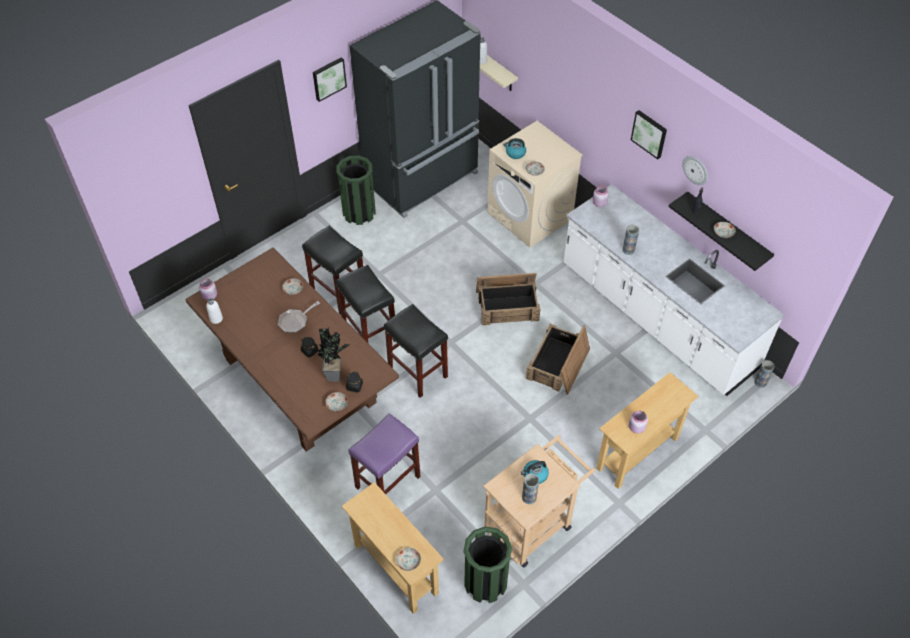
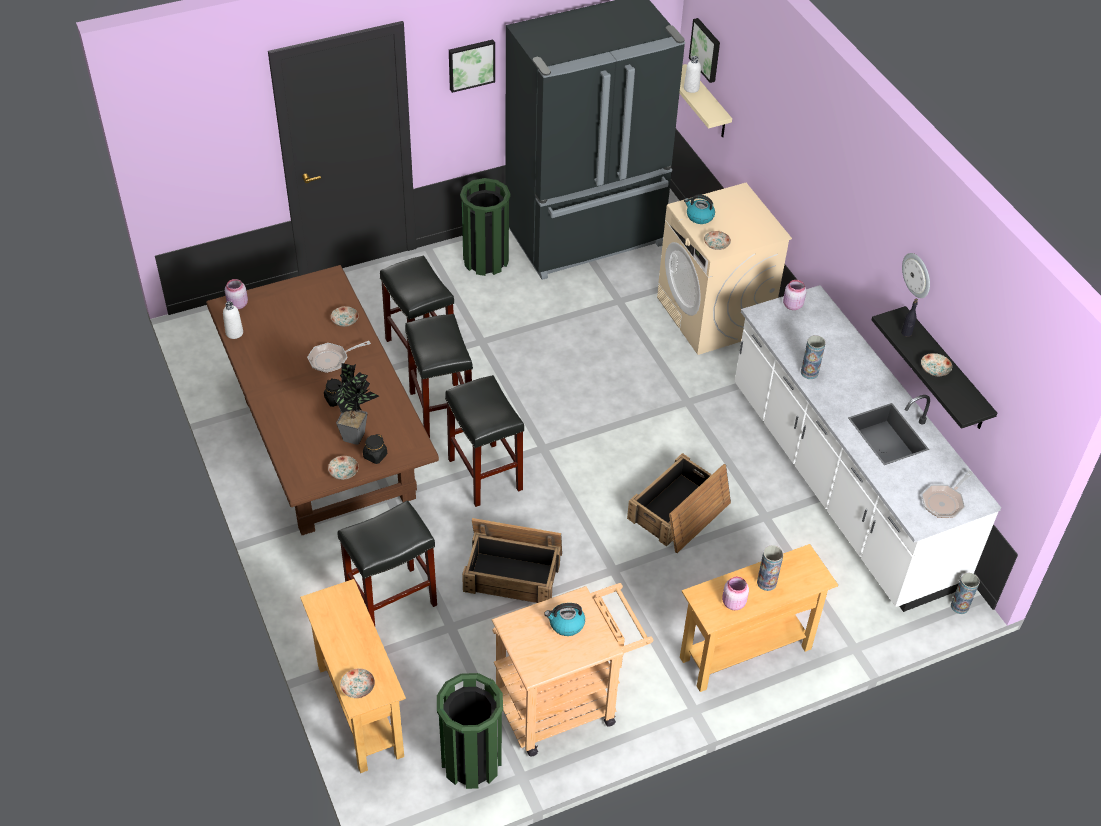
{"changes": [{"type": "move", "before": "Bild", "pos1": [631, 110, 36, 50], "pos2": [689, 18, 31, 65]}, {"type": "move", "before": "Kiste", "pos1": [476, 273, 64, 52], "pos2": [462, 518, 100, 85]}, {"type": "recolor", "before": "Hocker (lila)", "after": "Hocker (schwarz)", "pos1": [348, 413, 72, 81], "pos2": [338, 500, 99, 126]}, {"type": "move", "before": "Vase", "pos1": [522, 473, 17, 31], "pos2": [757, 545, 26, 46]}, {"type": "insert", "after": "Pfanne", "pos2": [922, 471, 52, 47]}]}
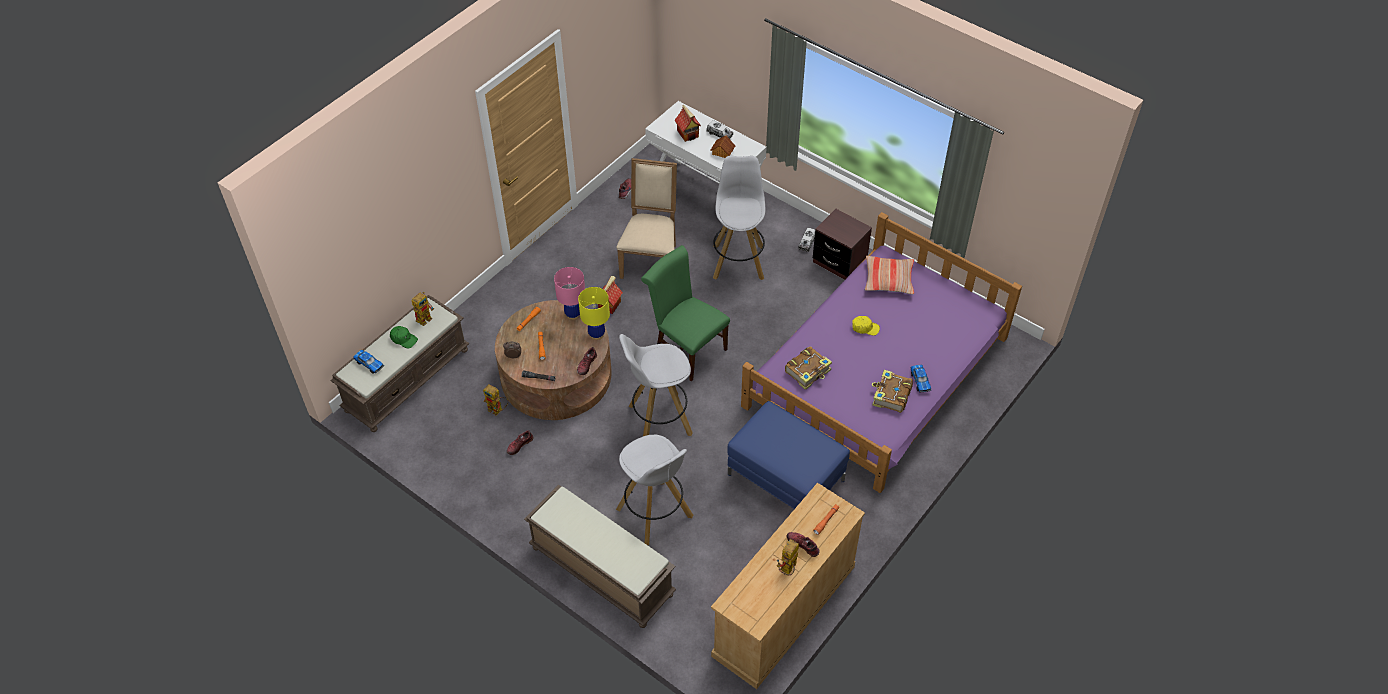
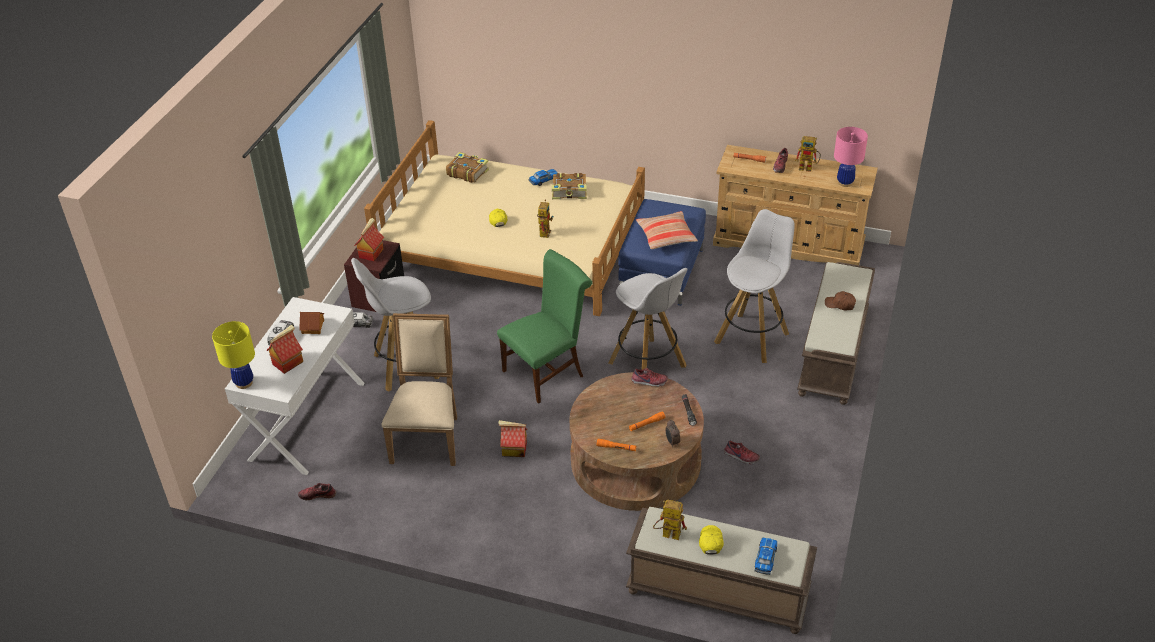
{"changes": [{"type": "rotate", "before": "Stuhl (beige)", "pos1": [616, 158, 61, 121], "pos2": [381, 313, 76, 153], "turn": 105}, {"type": "recolor", "before": "Bett (lila)", "after": "Bett (beige)", "pos1": [741, 212, 281, 281], "pos2": [364, 120, 281, 196]}, {"type": "rotate", "before": "Stuhl (grün)", "pos1": [641, 245, 89, 137], "pos2": [497, 249, 95, 155], "turn": -150}, {"type": "move", "before": "Kissen", "pos1": [865, 256, 49, 39], "pos2": [636, 211, 62, 38]}, {"type": "move", "before": "Tischlampe (rosa)", "pos1": [554, 267, 31, 53], "pos2": [834, 127, 34, 60]}, {"type": "move", "before": "Tischlampe (gelb)", "pos1": [578, 287, 32, 53], "pos2": [212, 321, 43, 68]}, {"type": "recolor", "before": "Kappe (grün)", "after": "Kappe (gelb)", "pos1": [390, 326, 28, 23], "pos2": [699, 525, 25, 30]}, {"type": "move", "before": "Buch", "pos1": [785, 346, 47, 44], "pos2": [446, 152, 43, 31]}, {"type": "move", "before": "Spielzeugroboter", "pos1": [483, 384, 25, 32], "pos2": [537, 199, 17, 39]}, {"type": "insert", "after": "Spielzeughaus", "pos2": [354, 218, 30, 43]}, {"type": "insert", "after": "Kappe (braun)", "pos2": [825, 291, 31, 20]}]}
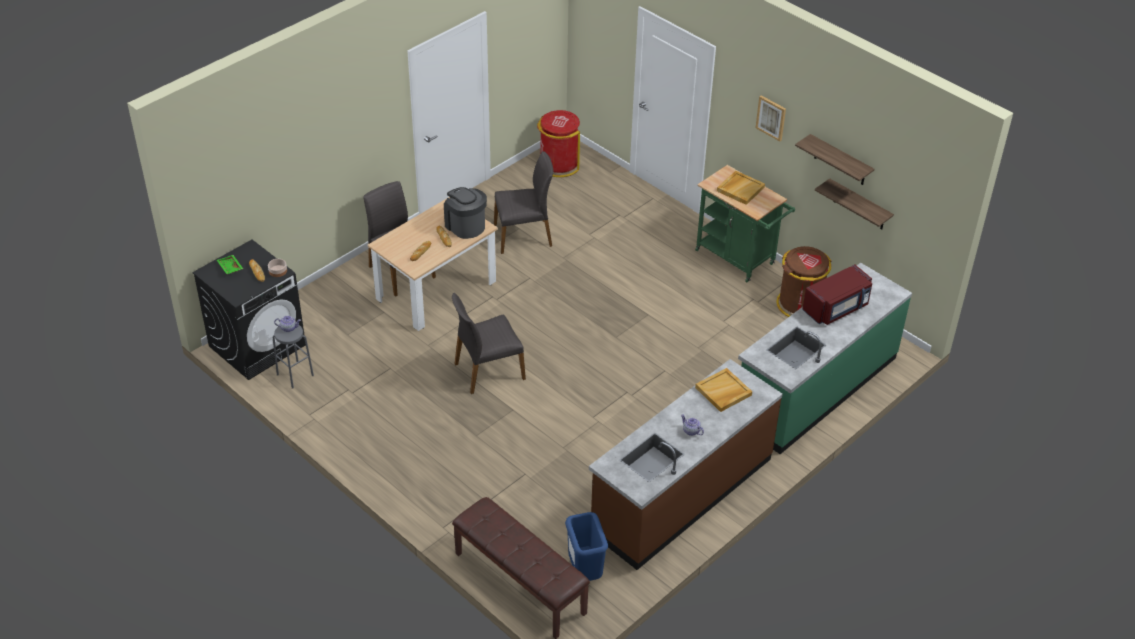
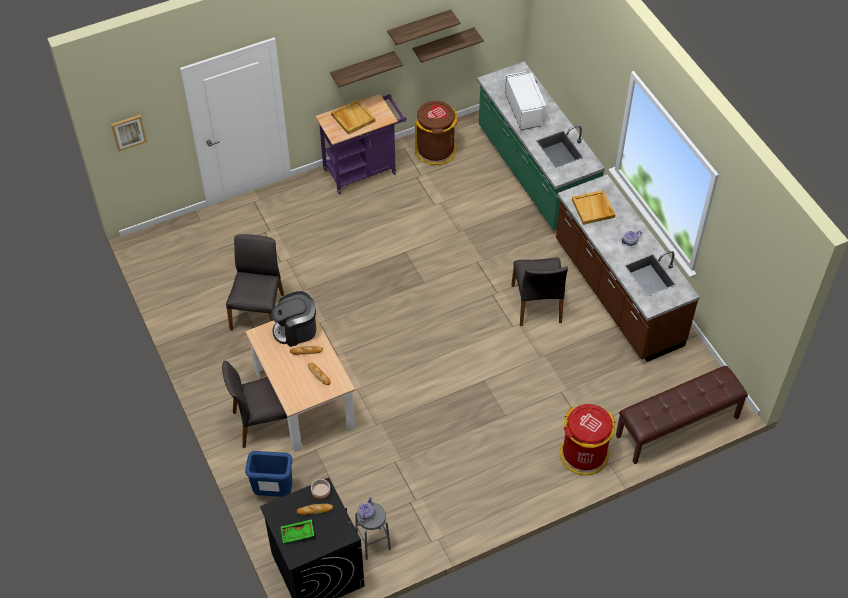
{"changes": [{"type": "move", "before": "Bild", "pos1": [756, 95, 30, 46], "pos2": [111, 115, 36, 37]}, {"type": "move", "before": "Mülleimer (rot)", "pos1": [537, 110, 43, 67], "pos2": [560, 404, 56, 71]}, {"type": "recolor", "before": "Rollwagen (grün)", "after": "Rollwagen (lila)", "pos1": [695, 165, 100, 118], "pos2": [315, 94, 92, 100]}, {"type": "recolor", "before": "Mikrowelle (rot)", "after": "Mikrowelle (weiß)", "pos1": [802, 264, 70, 61], "pos2": [505, 71, 41, 59]}, {"type": "move", "before": "Stuhl (grau)", "pos1": [452, 293, 74, 101], "pos2": [511, 258, 57, 68]}, {"type": "move", "before": "Mülleimer (blau)", "pos1": [565, 512, 43, 69], "pos2": [245, 451, 47, 46]}, {"type": "insert", "after": "Wandregal", "pos2": [330, 51, 73, 36]}]}
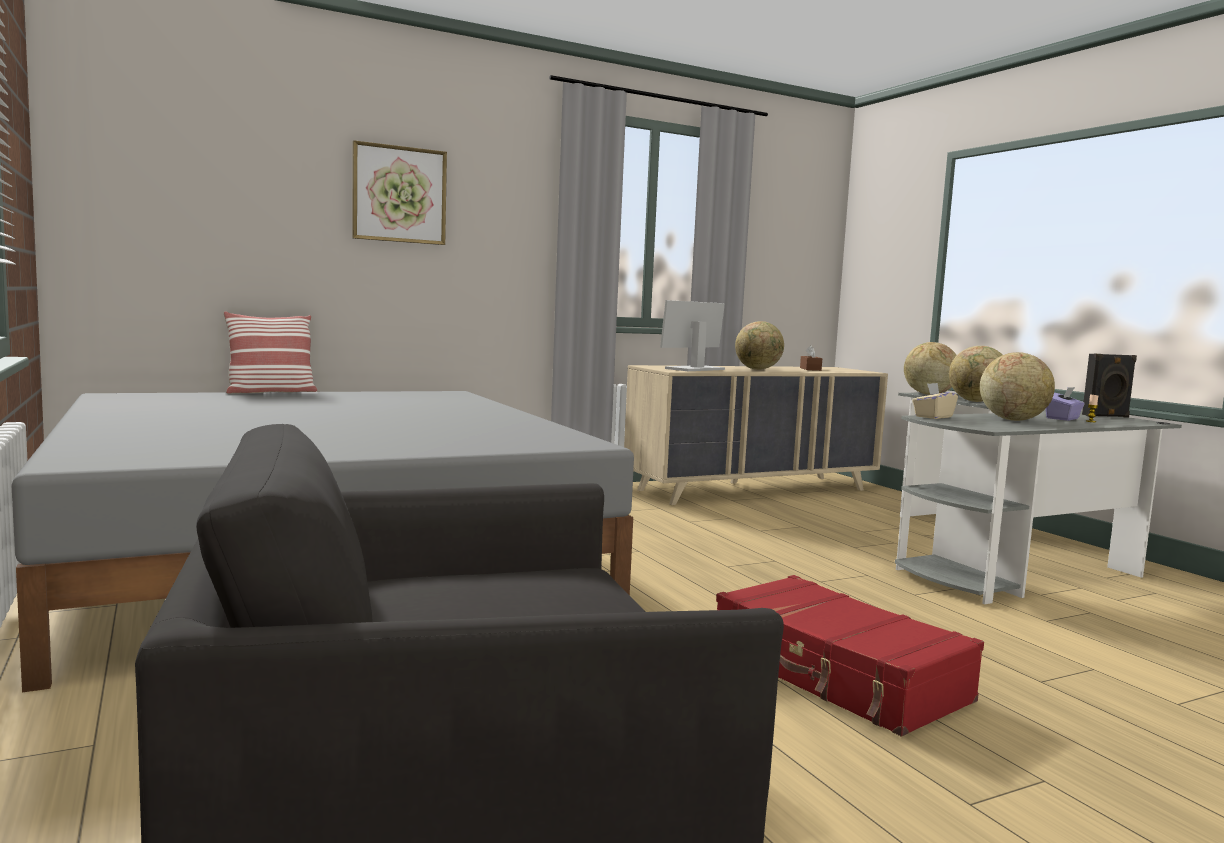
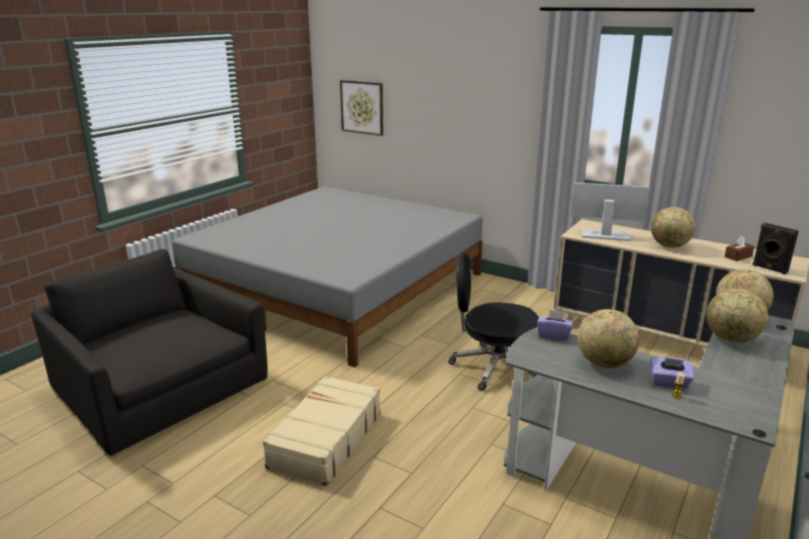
{"changes": [{"type": "move", "before": "Bild", "pos1": [352, 140, 95, 105], "pos2": [340, 80, 43, 56]}, {"type": "delete", "before": "Kissen", "pos1": [224, 311, 93, 83]}, {"type": "move", "before": "Lautsprecher (schwarz)", "pos1": [1082, 353, 55, 65], "pos2": [752, 223, 47, 52]}, {"type": "recolor", "before": "Taschentuchbox (beige)", "after": "Taschentuchbox (lila)", "pos1": [912, 383, 46, 36], "pos2": [537, 309, 36, 32]}, {"type": "recolor", "before": "Koffer (rot)", "after": "Koffer (beige)", "pos1": [716, 575, 268, 162], "pos2": [263, 375, 118, 111]}, {"type": "insert", "after": "Bürostuhl (schwarz)", "pos2": [448, 253, 91, 138]}]}
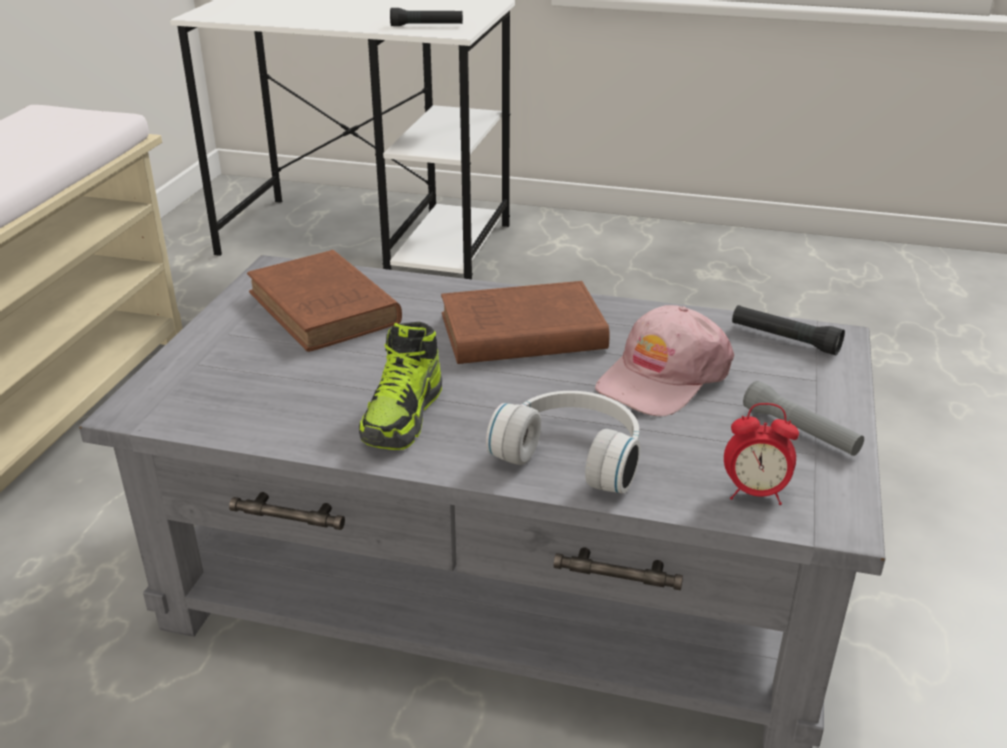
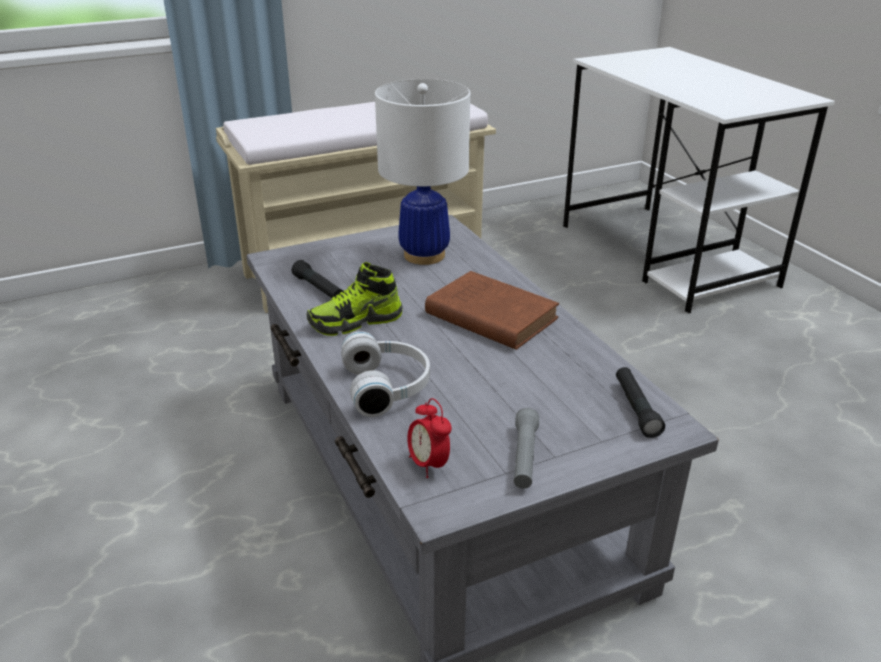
{"changes": [{"type": "move", "before": "Taschenlampe (schwarz)", "pos1": [390, 8, 73, 18], "pos2": [292, 260, 51, 38]}, {"type": "replace", "before": "Buch (braun)", "after": "Tischlampe (weiß)", "pos1": [247, 250, 155, 102], "pos2": [375, 79, 95, 186]}, {"type": "delete", "before": "Kappe (rosa)", "pos1": [595, 305, 139, 112]}]}
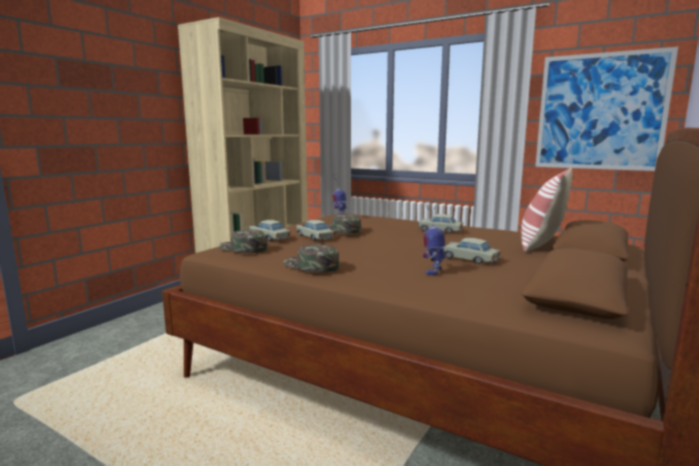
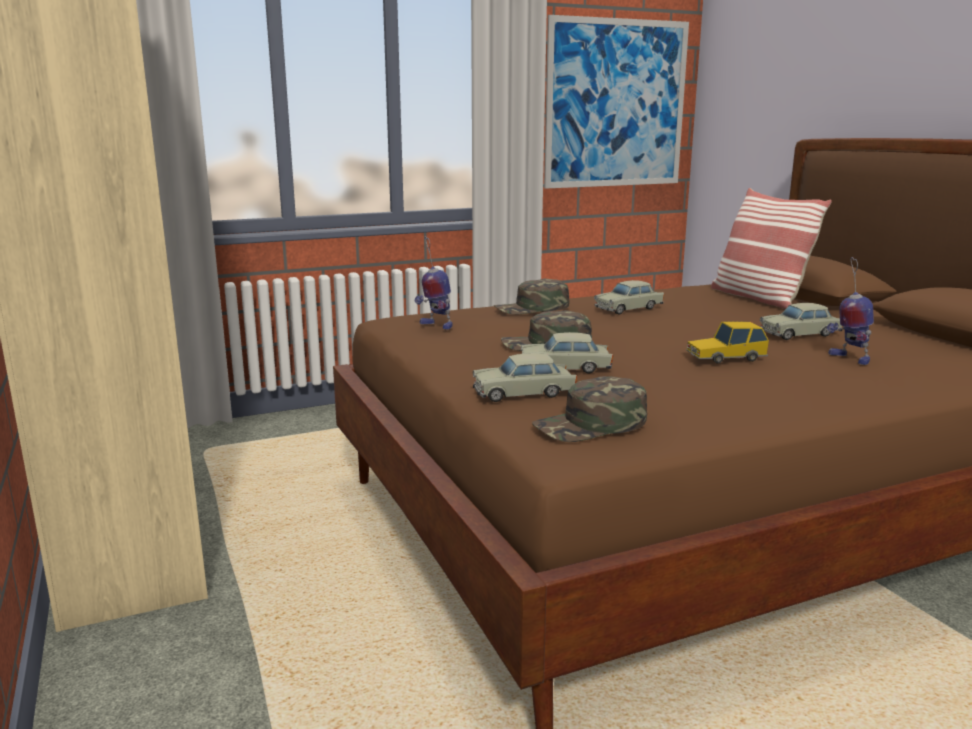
{"changes": [{"type": "move", "before": "Kappe (grün)", "pos1": [283, 244, 56, 29], "pos2": [494, 279, 75, 36]}, {"type": "insert", "after": "Spielzeugauto", "pos2": [686, 322, 83, 41]}]}
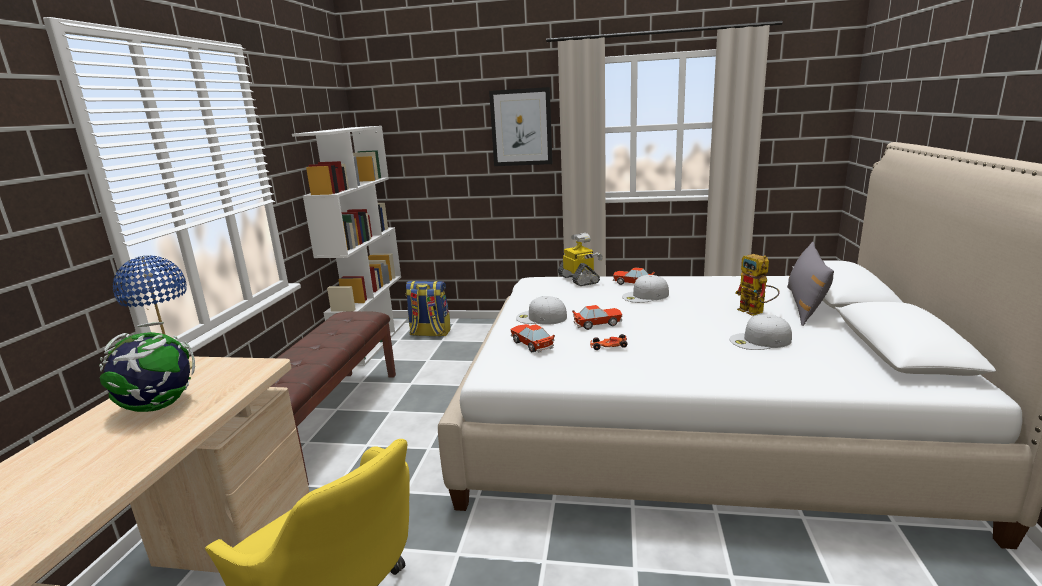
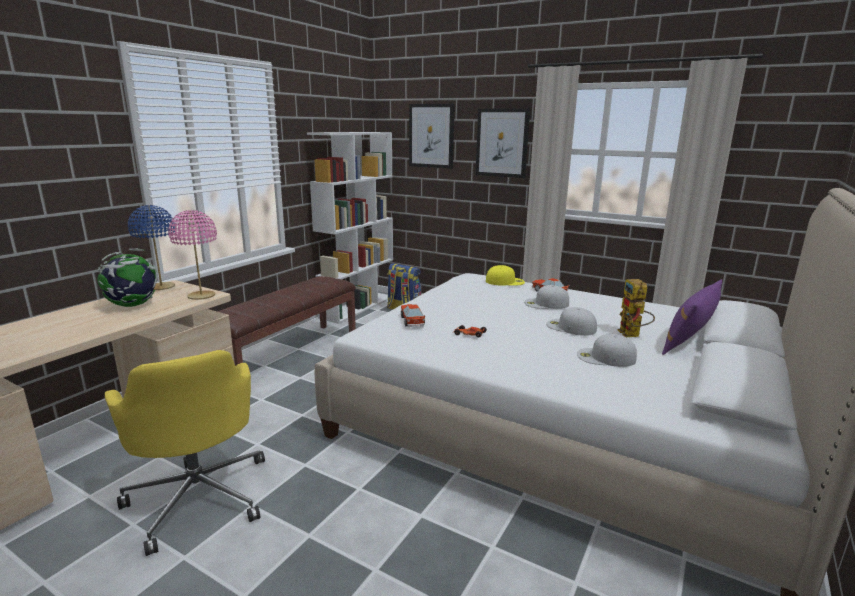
{"changes": [{"type": "replace", "before": "Spielzeugroboter", "after": "Kappe (gelb)", "pos1": [558, 233, 45, 53], "pos2": [486, 265, 39, 21]}, {"type": "recolor", "before": "Kissen (grau)", "after": "Kissen (lila)", "pos1": [787, 242, 47, 84], "pos2": [662, 279, 60, 76]}, {"type": "move", "before": "Kappe (weiß)", "pos1": [516, 296, 51, 29], "pos2": [546, 307, 51, 29]}, {"type": "delete", "before": "Spielzeugauto", "pos1": [572, 305, 51, 25]}, {"type": "insert", "after": "Bild", "pos2": [409, 104, 46, 65]}, {"type": "insert", "after": "Tischlampe (rosa)", "pos2": [168, 210, 49, 90]}]}
